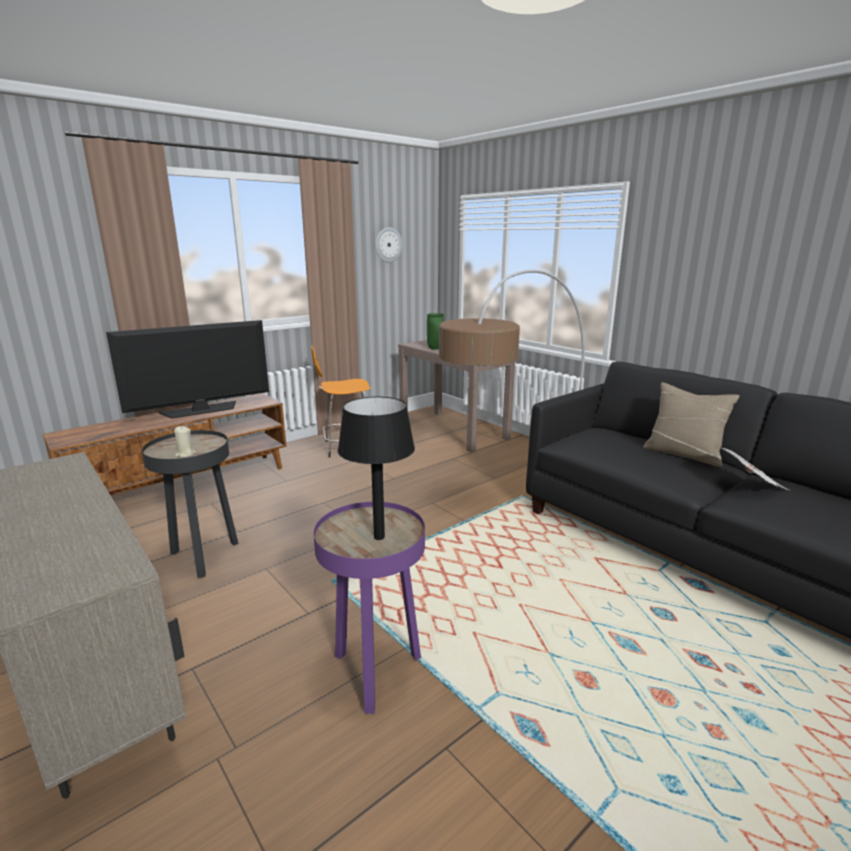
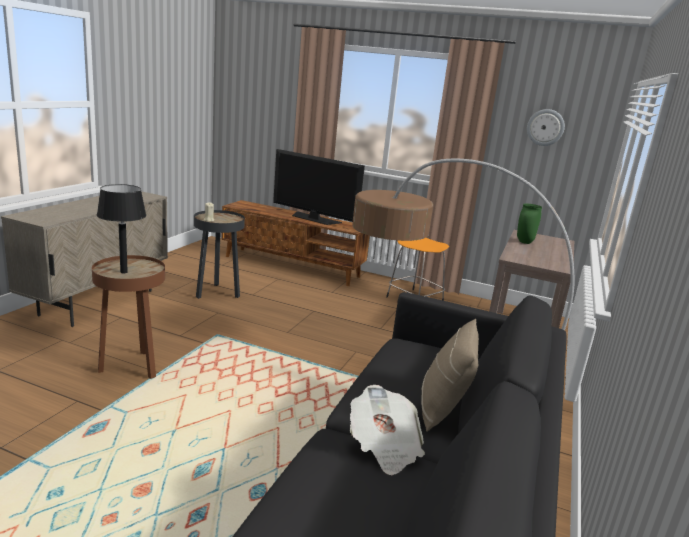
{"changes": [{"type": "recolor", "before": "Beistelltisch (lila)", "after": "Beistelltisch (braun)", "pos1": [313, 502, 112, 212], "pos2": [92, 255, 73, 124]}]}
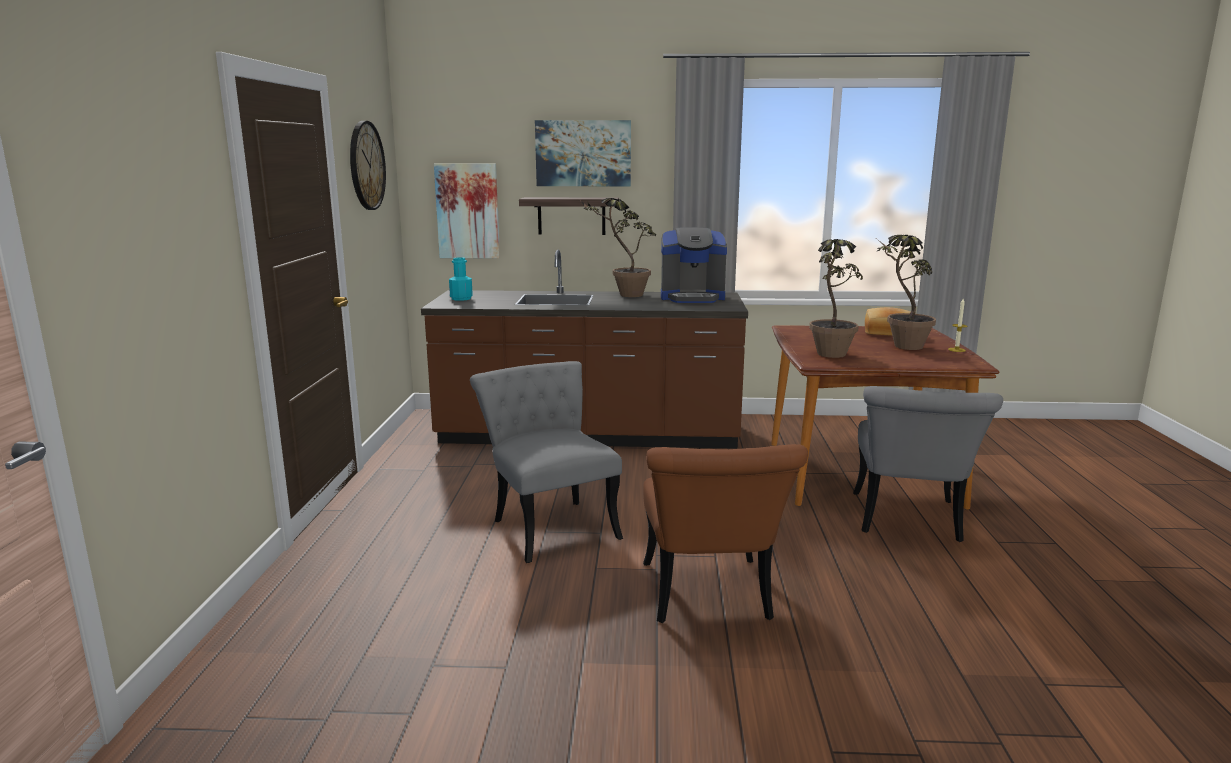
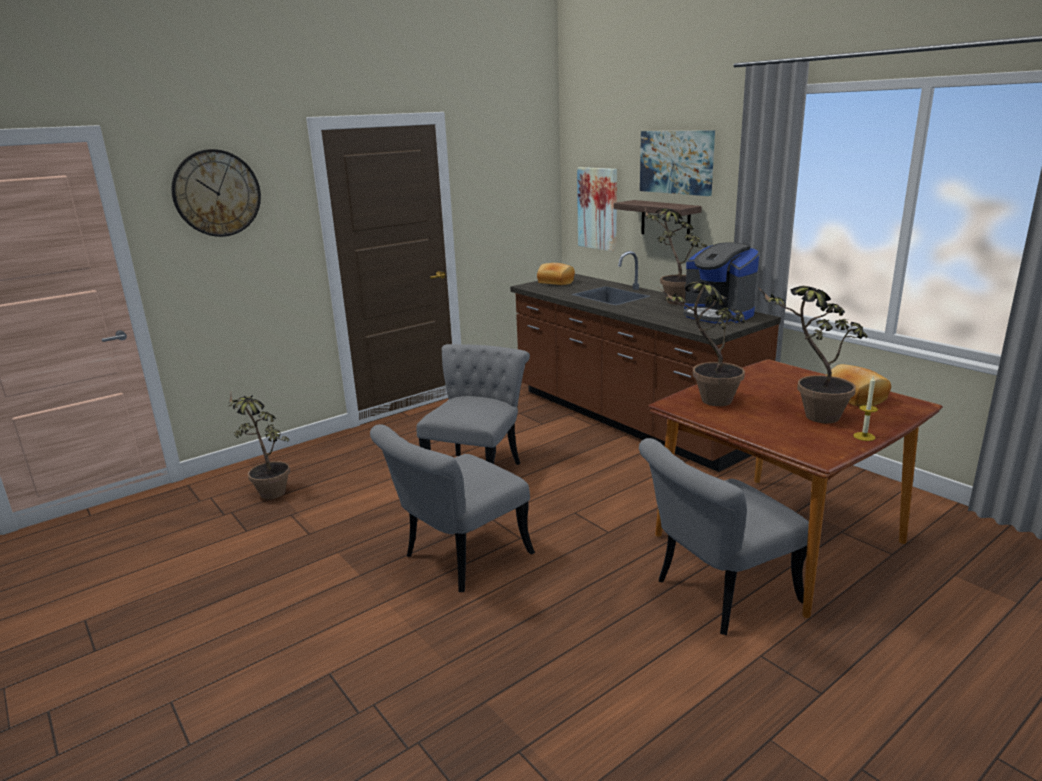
{"changes": [{"type": "move", "before": "Wanduhr", "pos1": [350, 121, 36, 89], "pos2": [171, 149, 90, 88]}, {"type": "replace", "before": "Flasche (türkis)", "after": "Brot", "pos1": [449, 257, 24, 44], "pos2": [537, 263, 38, 22]}, {"type": "recolor", "before": "Stuhl (braun)", "after": "Stuhl (grau)", "pos1": [643, 444, 165, 179], "pos2": [370, 424, 165, 168]}, {"type": "insert", "after": "Topfpflanze", "pos2": [228, 394, 62, 105]}]}
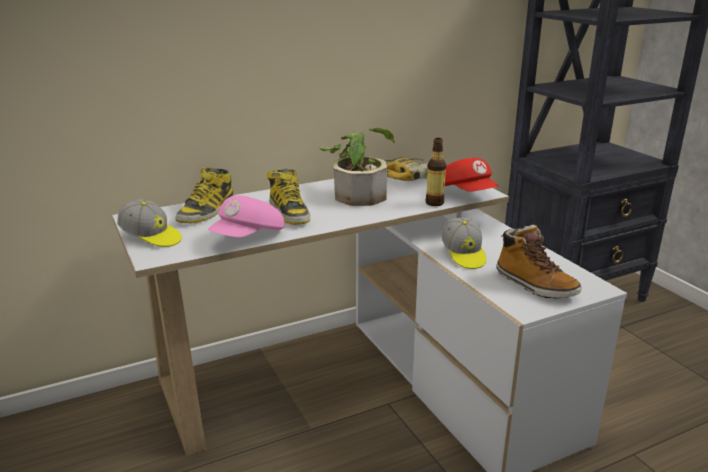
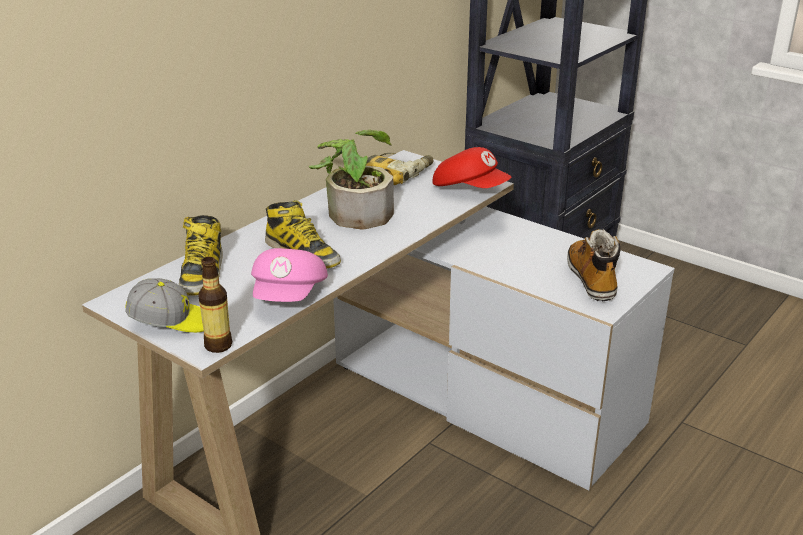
{"changes": [{"type": "move", "before": "Flasche", "pos1": [426, 138, 20, 68], "pos2": [198, 257, 34, 96]}, {"type": "delete", "before": "Kappe", "pos1": [442, 217, 45, 52]}, {"type": "rotate", "before": "Stiefel", "pos1": [497, 225, 85, 74], "pos2": [567, 229, 53, 72], "turn": -120}]}
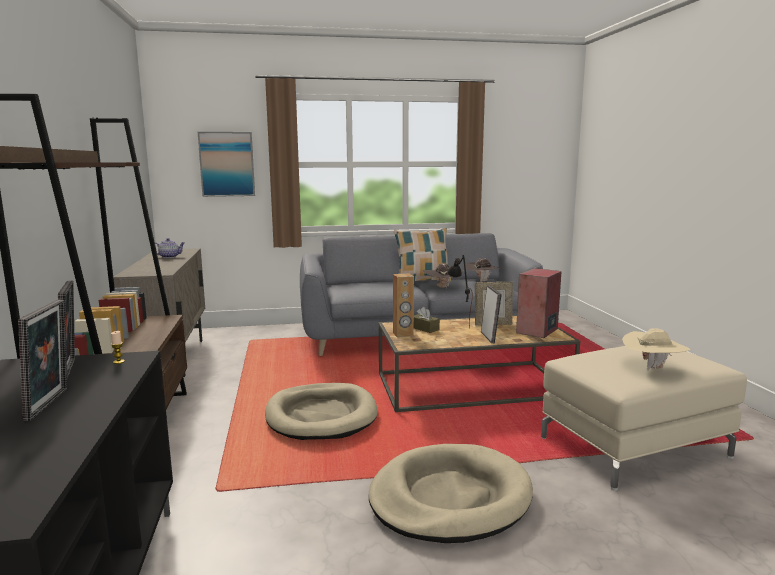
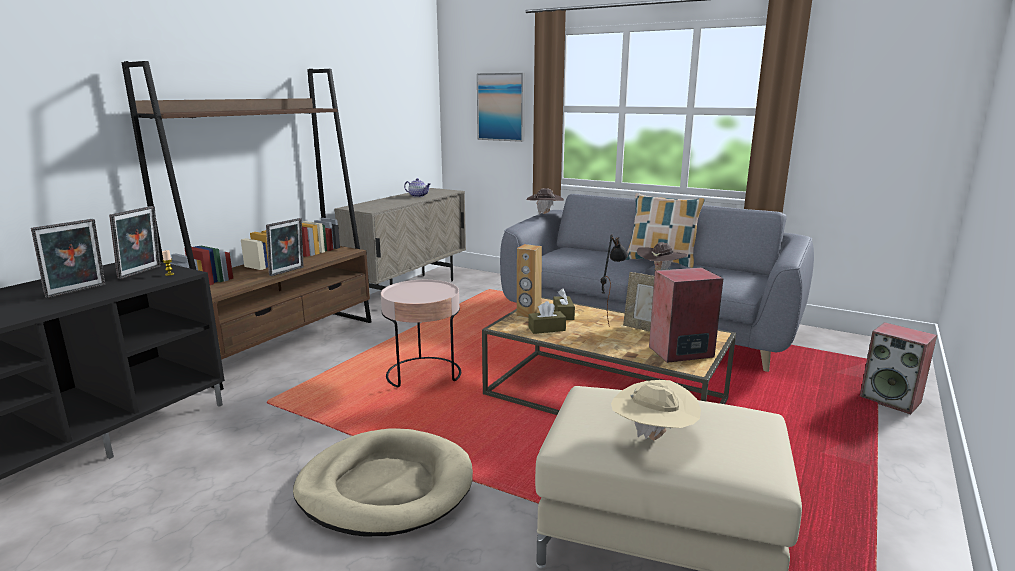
{"changes": [{"type": "move", "before": "Hut (braun)", "pos1": [465, 258, 36, 24], "pos2": [526, 188, 38, 27]}, {"type": "move", "before": "Bilderrahmen", "pos1": [481, 285, 21, 58], "pos2": [266, 218, 38, 58]}, {"type": "replace", "before": "Hundebett (beige)", "after": "Beistelltisch (rosa)", "pos1": [265, 383, 113, 57], "pos2": [381, 280, 80, 107]}, {"type": "insert", "after": "Taschentuchbox (braun)", "pos2": [528, 301, 38, 33]}, {"type": "insert", "after": "Lautsprecher", "pos2": [860, 322, 77, 92]}]}
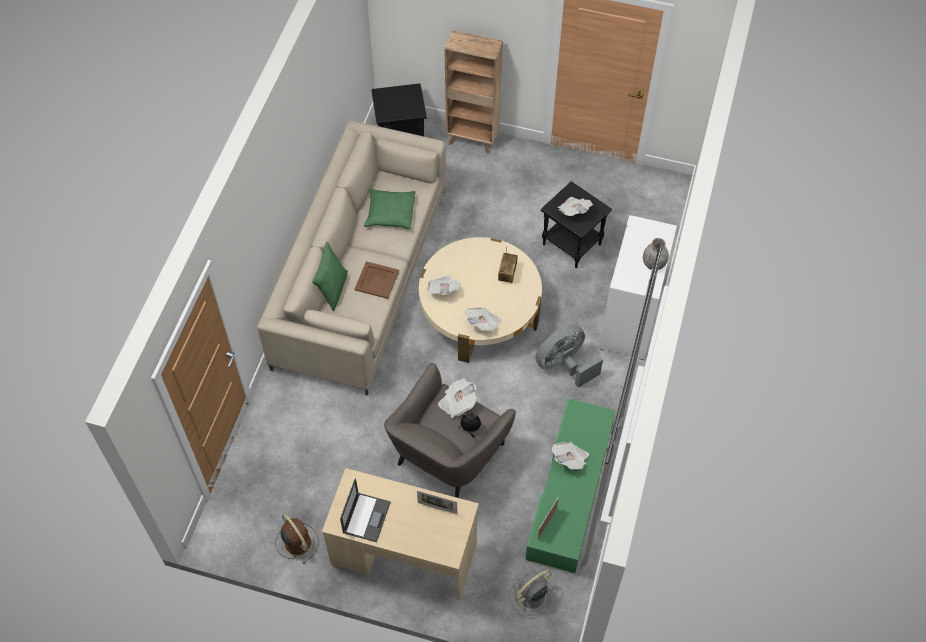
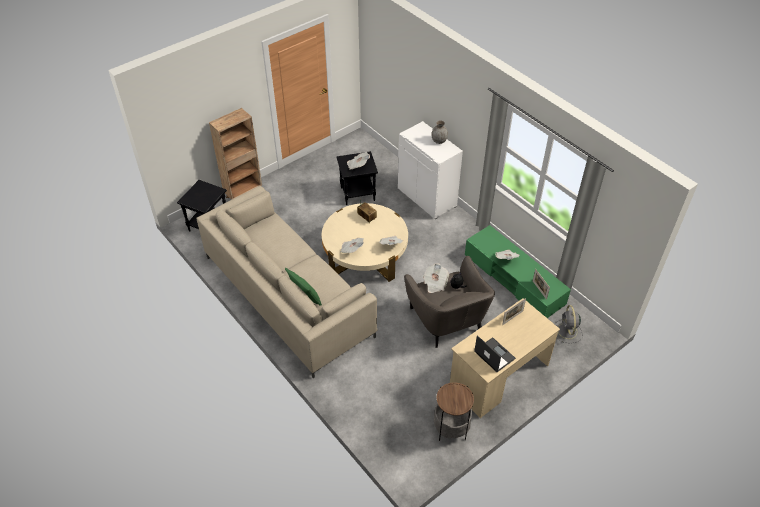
{"changes": [{"type": "delete", "before": "Kissen (grün)", "pos1": [364, 189, 51, 41]}, {"type": "delete", "before": "Tablett (braun)", "pos1": [354, 261, 45, 38]}, {"type": "delete", "before": "Ventilator (grau)", "pos1": [535, 325, 68, 63]}, {"type": "replace", "before": "Ventilator (braun)", "after": "Beistelltisch", "pos1": [275, 514, 44, 50], "pos2": [434, 382, 40, 59]}]}
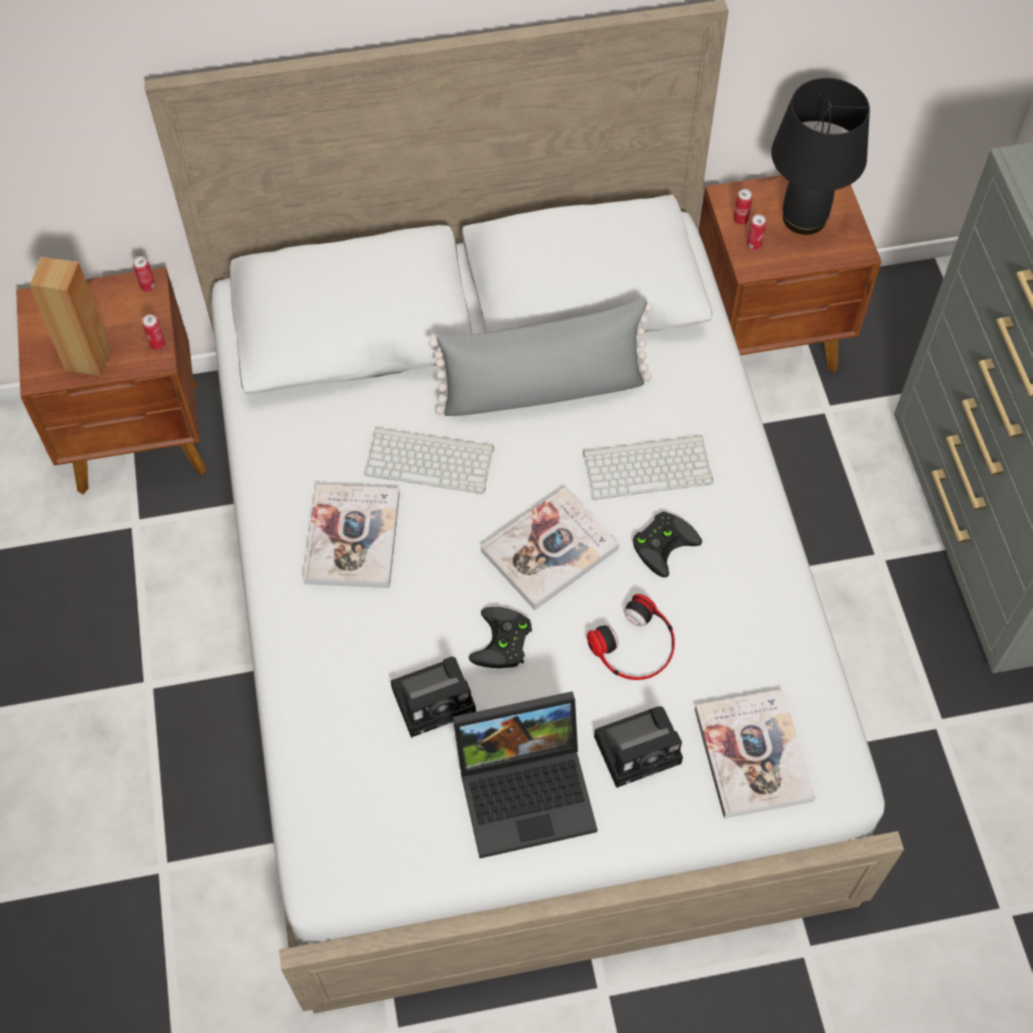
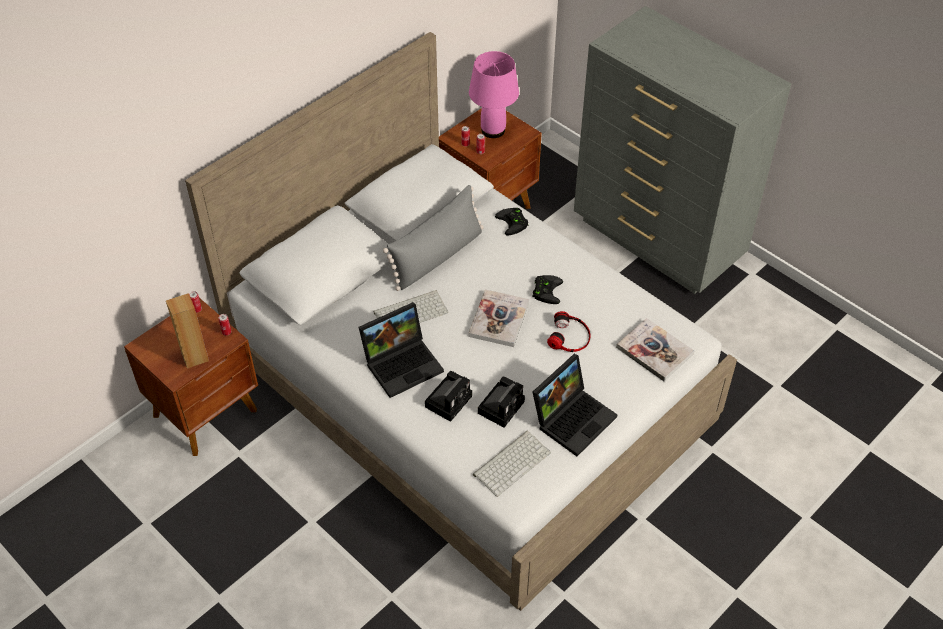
{"changes": [{"type": "recolor", "before": "Tischlampe (schwarz)", "after": "Tischlampe (rosa)", "pos1": [771, 78, 99, 157], "pos2": [469, 51, 50, 87]}, {"type": "move", "before": "Tastatur", "pos1": [583, 435, 130, 65], "pos2": [473, 431, 78, 66]}, {"type": "replace", "before": "Buch", "after": "Laptop", "pos1": [303, 484, 97, 104], "pos2": [359, 302, 85, 96]}, {"type": "move", "before": "Gamepad (schwarz)", "pos1": [469, 607, 63, 61], "pos2": [495, 208, 33, 28]}, {"type": "move", "before": "Kamera", "pos1": [594, 706, 89, 82], "pos2": [425, 371, 47, 51]}]}
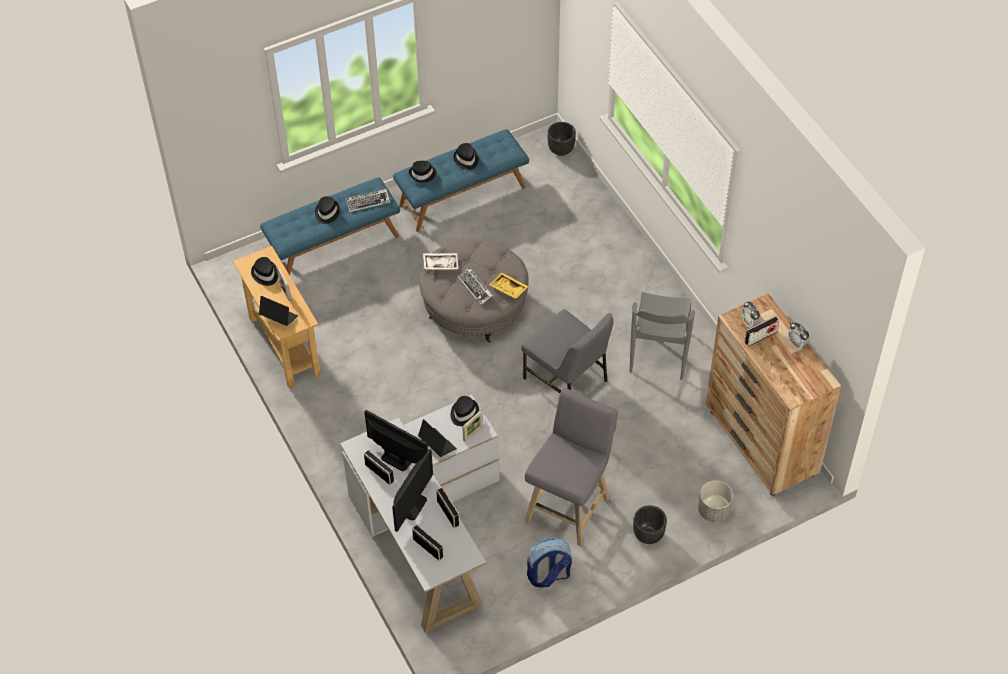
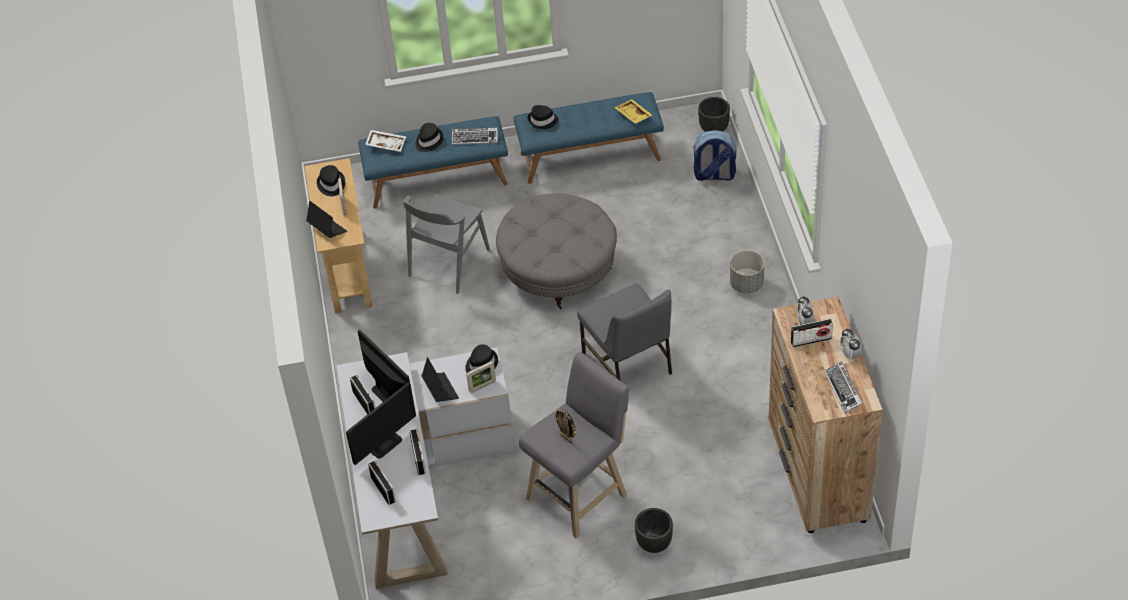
{"changes": [{"type": "delete", "before": "Hut (schwarz)", "pos1": [454, 143, 25, 27]}, {"type": "move", "before": "Tablett (weiß)", "pos1": [423, 253, 36, 17], "pos2": [365, 130, 41, 22]}, {"type": "move", "before": "Tastatur", "pos1": [458, 267, 35, 38], "pos2": [824, 361, 39, 52]}, {"type": "move", "before": "Tablett (gelb)", "pos1": [489, 273, 40, 26], "pos2": [614, 99, 38, 25]}, {"type": "move", "before": "Stuhl (grau)", "pos1": [630, 292, 65, 88], "pos2": [403, 194, 87, 100]}, {"type": "move", "before": "Pflanzkübel (grau)", "pos1": [698, 481, 35, 41], "pos2": [730, 250, 34, 43]}, {"type": "move", "before": "Rucksack", "pos1": [527, 538, 45, 50], "pos2": [693, 130, 43, 51]}, {"type": "insert", "after": "Bilderrahmen", "pos2": [554, 409, 22, 35]}]}
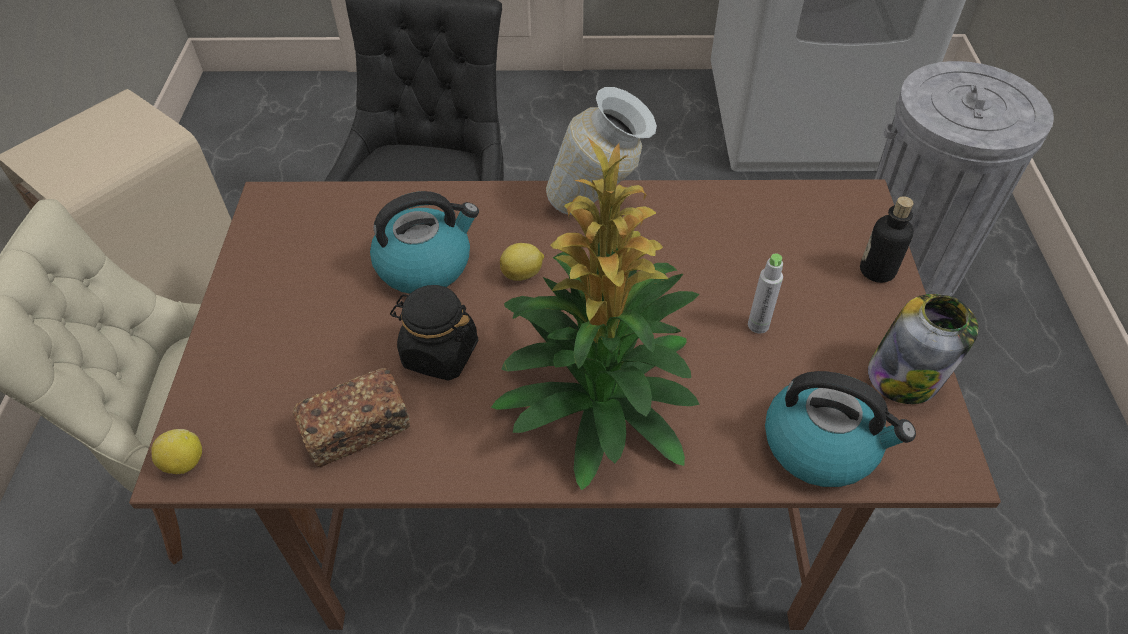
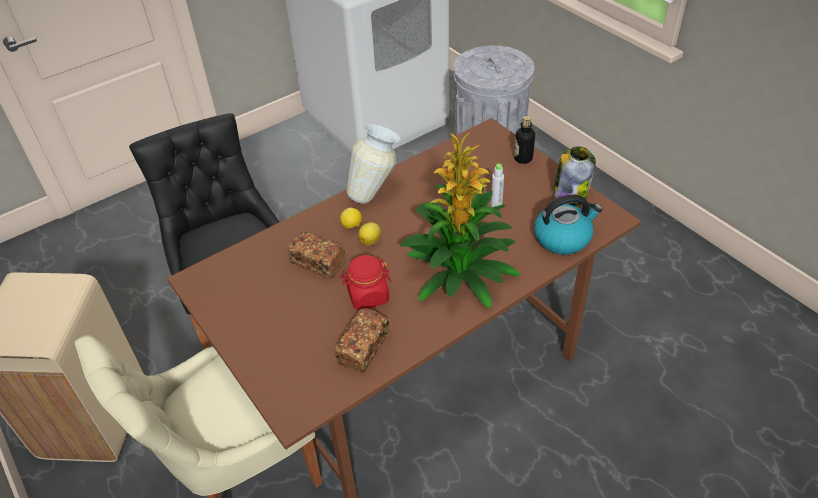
{"changes": [{"type": "replace", "before": "Wasserkessel", "after": "Brot", "pos1": [370, 191, 109, 103], "pos2": [287, 232, 59, 46]}, {"type": "recolor", "before": "Vorratsglas (schwarz)", "after": "Vorratsglas (rot)", "pos1": [390, 285, 88, 96], "pos2": [340, 255, 51, 55]}, {"type": "move", "before": "Zitrone", "pos1": [151, 429, 51, 45], "pos2": [340, 207, 22, 22]}]}
